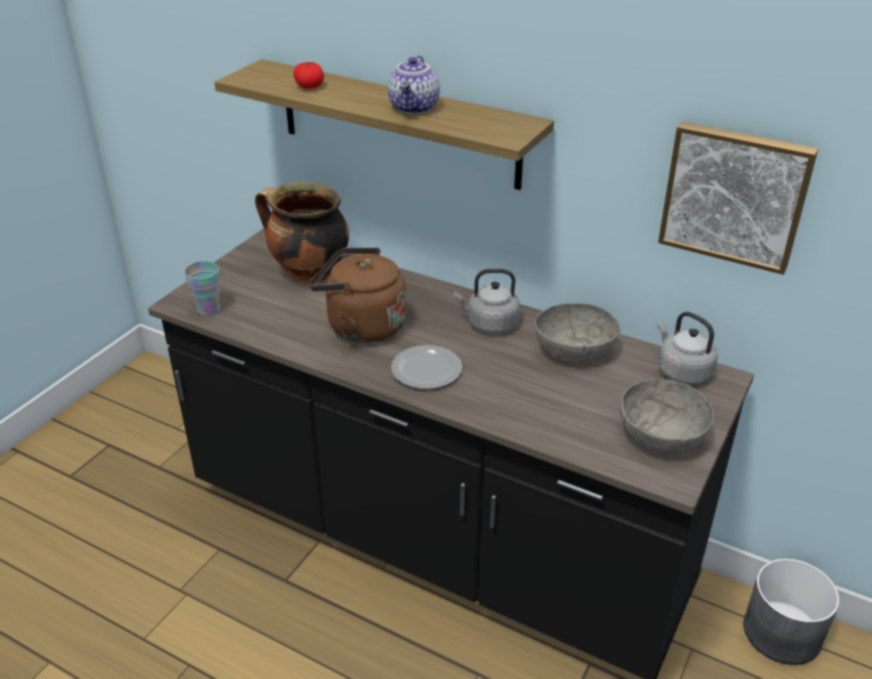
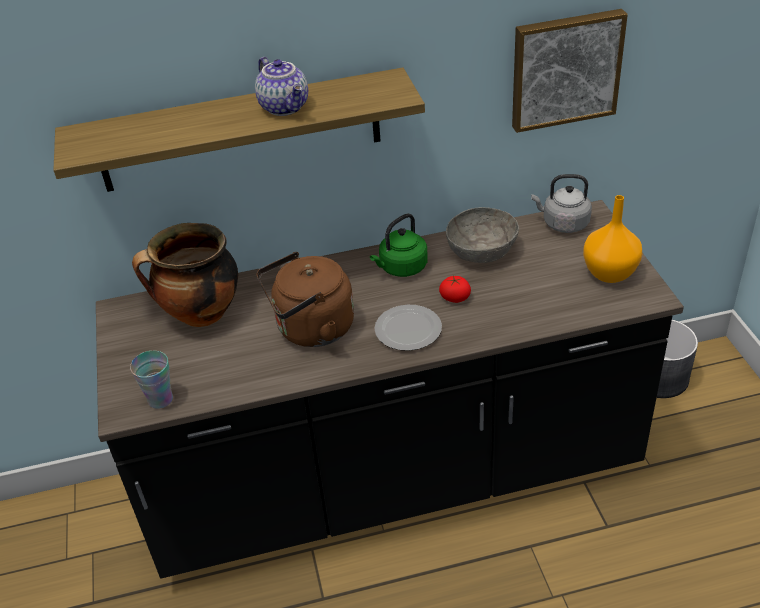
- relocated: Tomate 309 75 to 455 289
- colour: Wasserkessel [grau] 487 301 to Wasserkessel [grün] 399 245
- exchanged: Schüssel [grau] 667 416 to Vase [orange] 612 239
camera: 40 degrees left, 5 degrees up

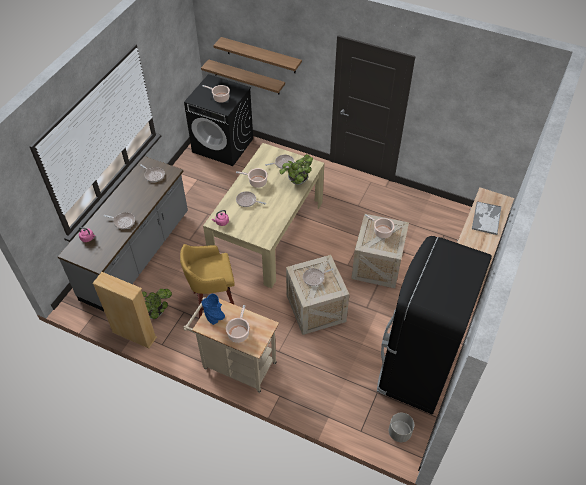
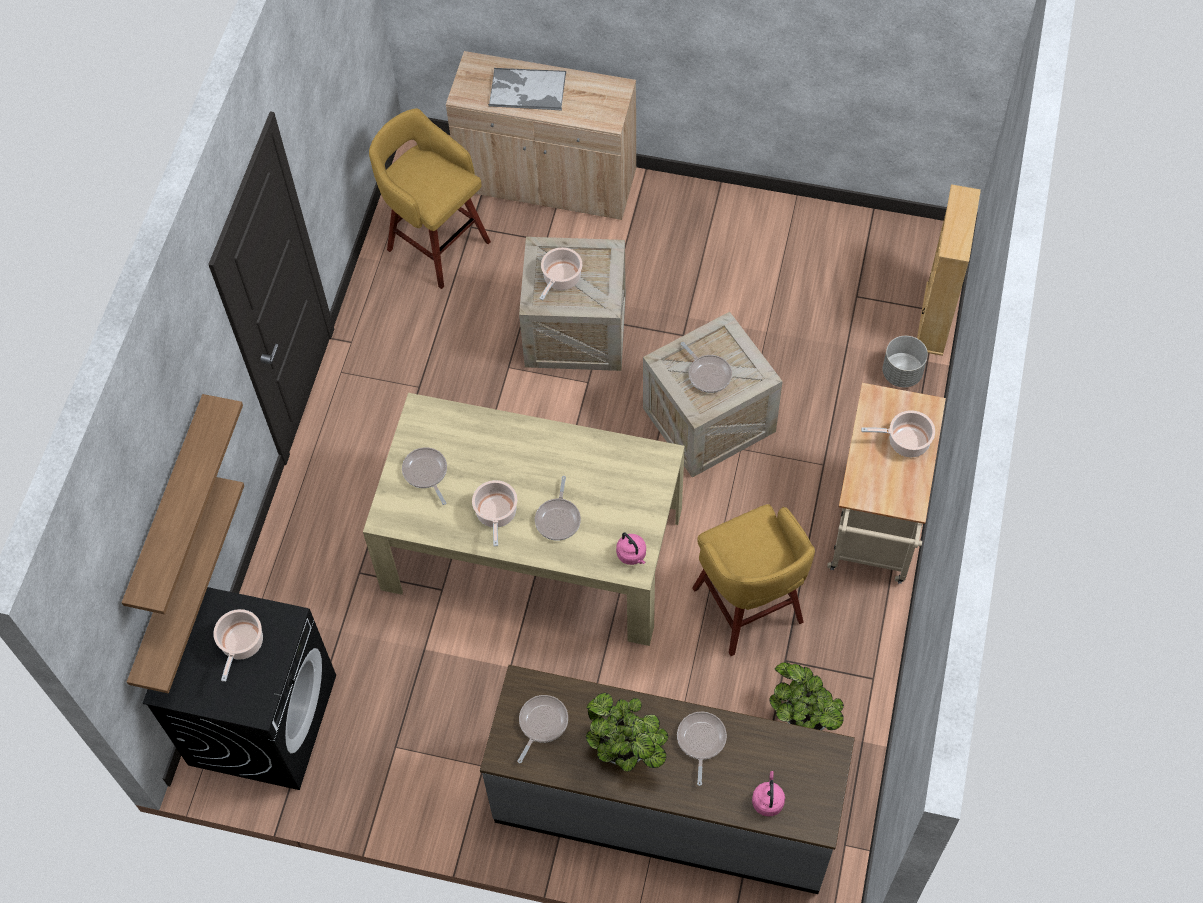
- relocated: Topfpflanze 296 169 to 627 732
- missing: Kühlschrank [schwarz] 434 325
- relocated: Bücherregal [beige] 124 310 to 949 270
- missing: Vase [blau] 213 309
- relocated: Pflanzkübel [grau] 401 427 to 905 361
- appeared: Hocker [gelb] 430 198
camera: 100 degrees left, 10 degrees up

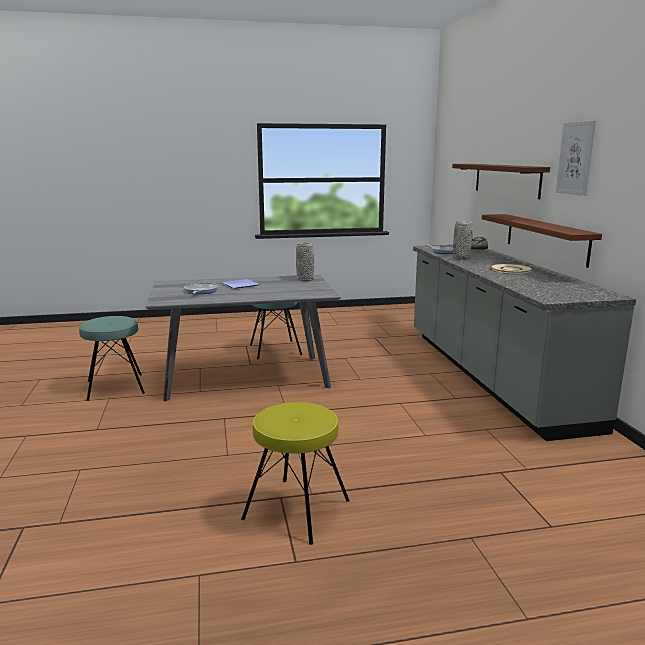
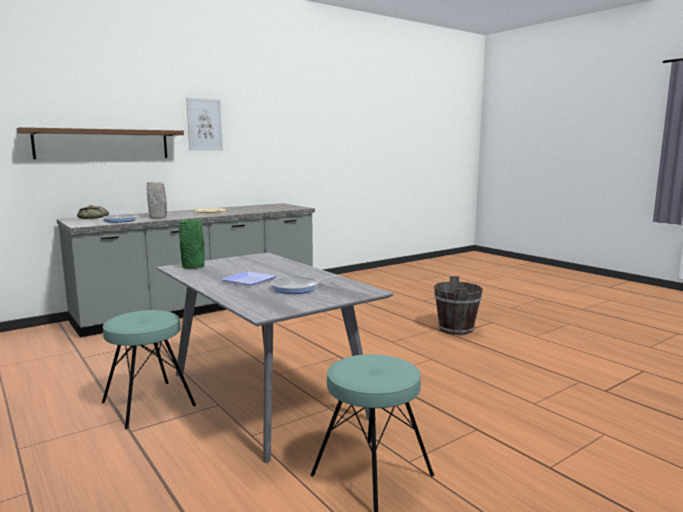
- missing: Wandregal [braun] 542 241
- colour: Vase [grau] 305 261 to Vase [grün] 192 244
- exchanged: Hocker [gelb] 295 473 to Eimer [braun] 458 305
camera: 115 degrees left, 5 degrees down

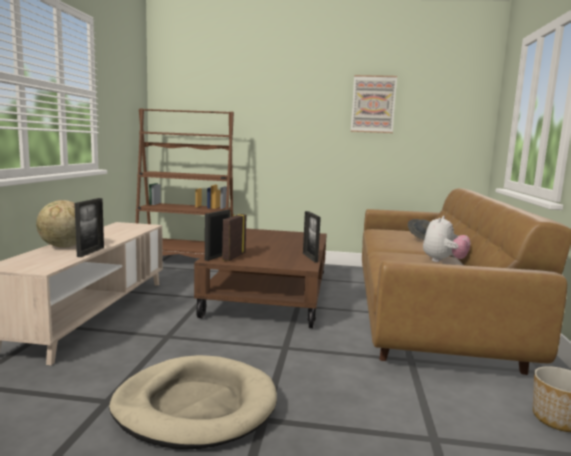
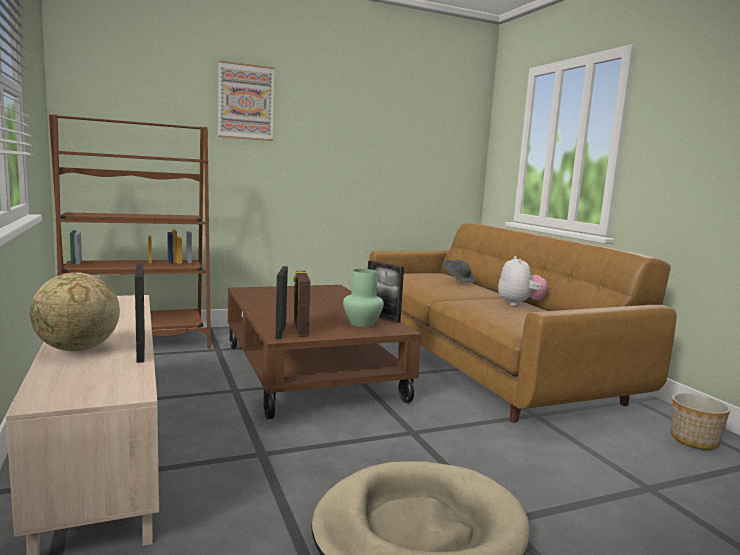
- relocated: Bild 374 104 to 246 100
- appeared: Vase [grün] 363 298
camera: 30 degrees left, 0 degrees up

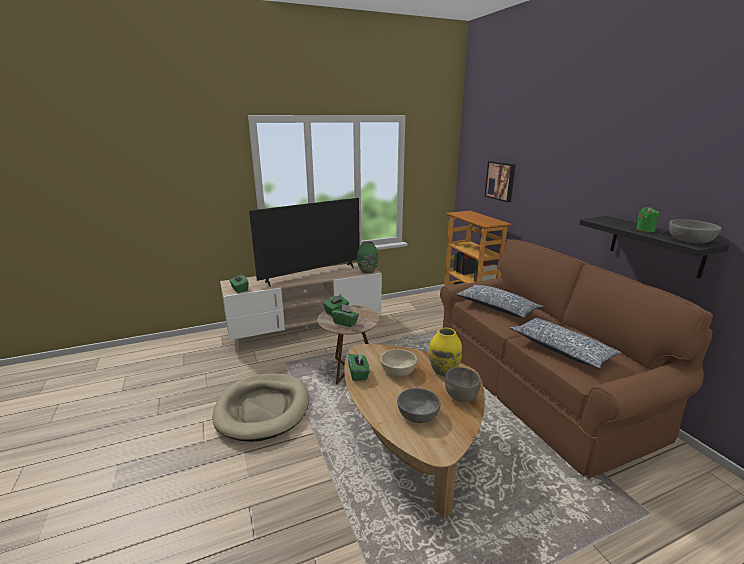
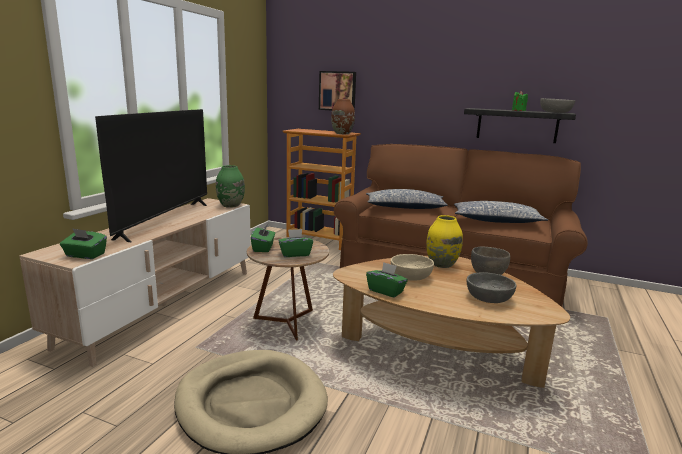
- appeared: Vase [braun] 343 116
camera: 45 degrees left, 5 degrees down

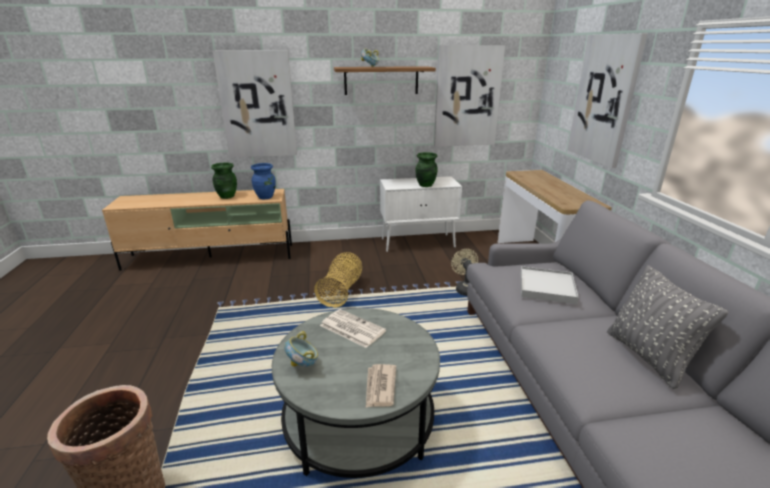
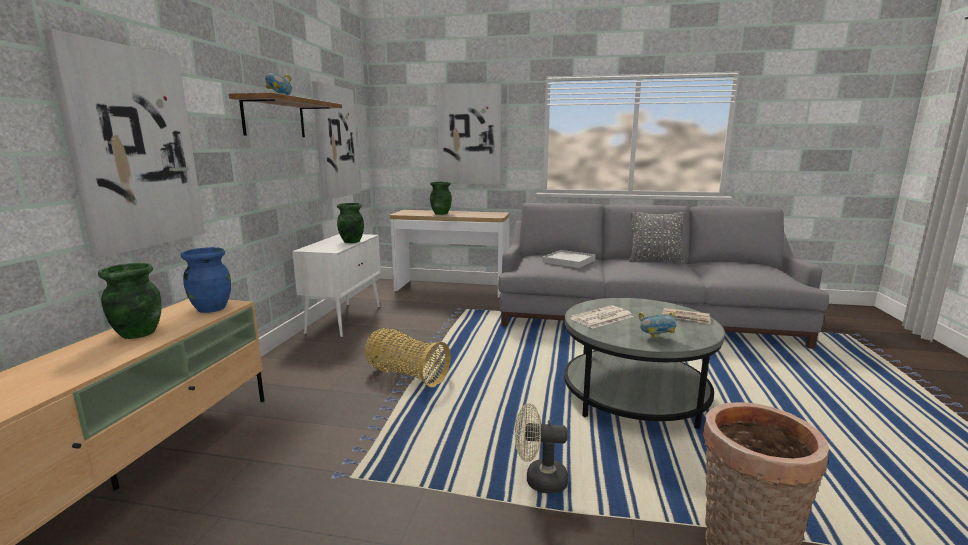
- relocated: Ventilator [beige] 464 272 to 541 448
- appeared: Vase [grün] 441 198
camera: 70 degrees left, 10 degrees down

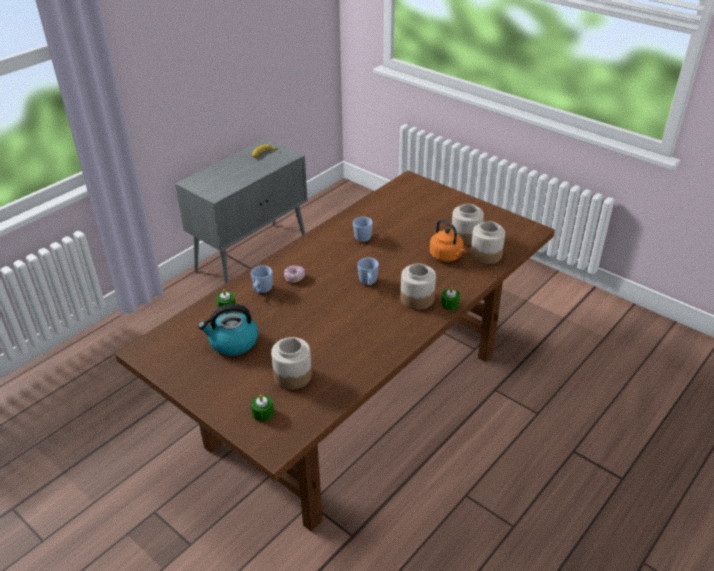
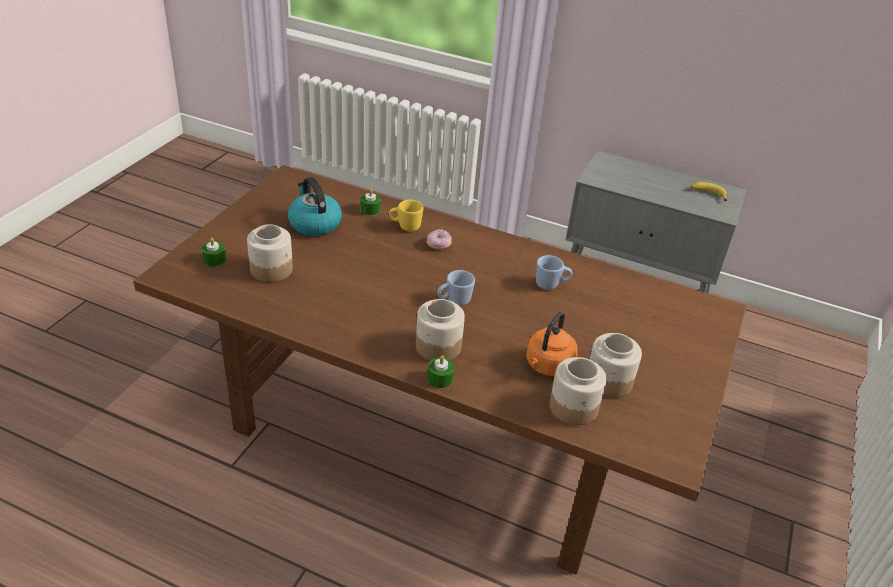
- colour: Henkelbecher [blau] 262 279 to Henkelbecher [gelb] 406 215
camera: 70 degrees right, 0 degrees up

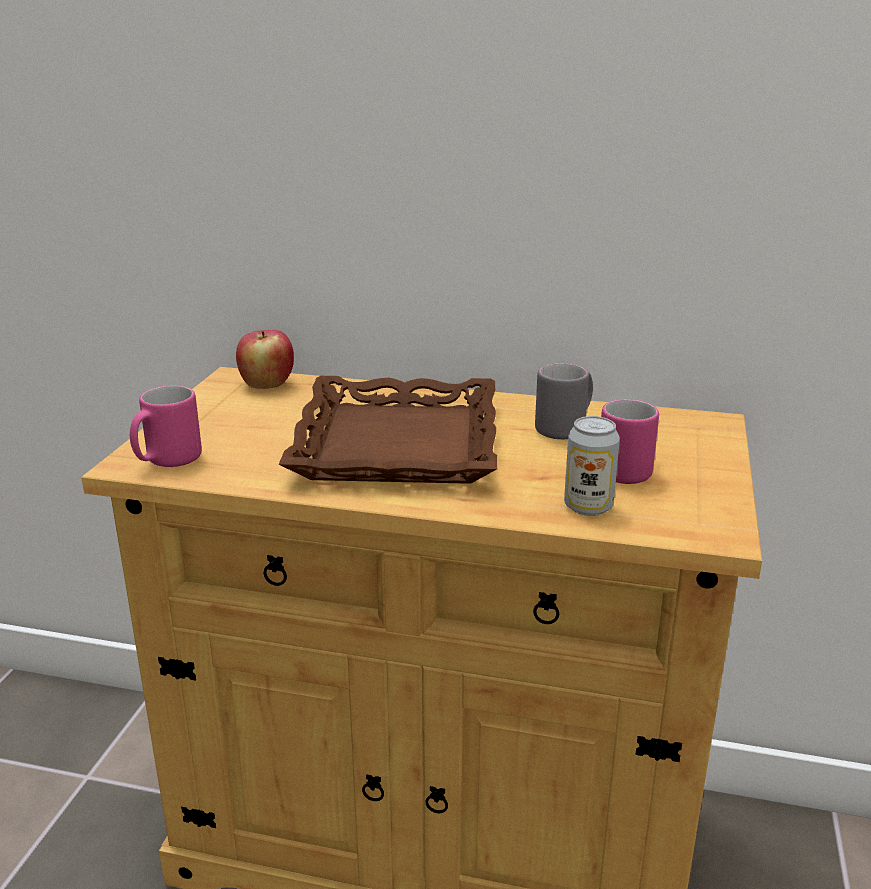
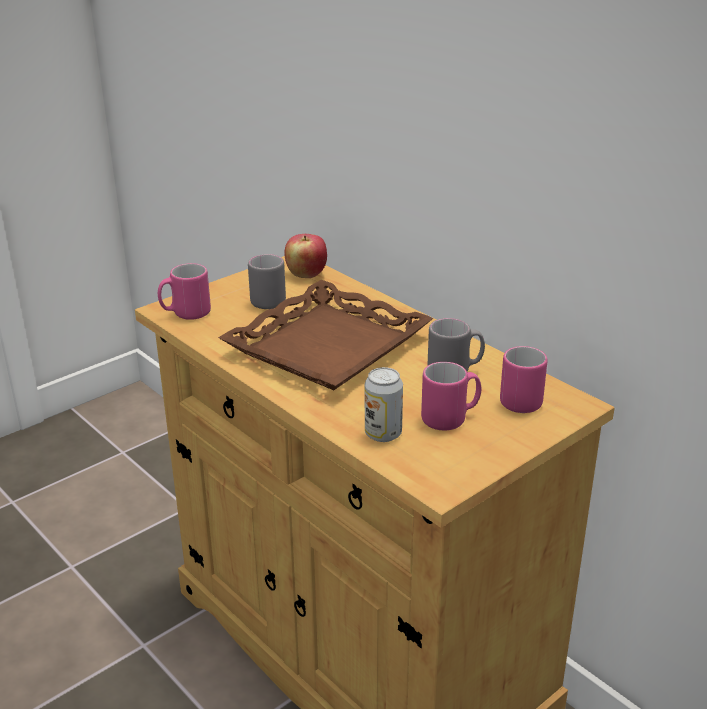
- appeared: Henkelbecher [grau] 267 281
- appeared: Henkelbecher [rosa] 523 379
camera: 35 degrees right, 5 degrees up

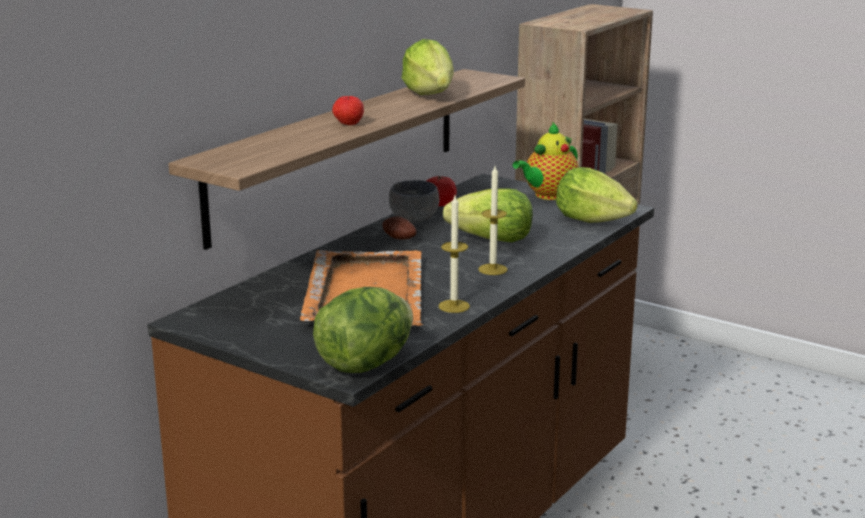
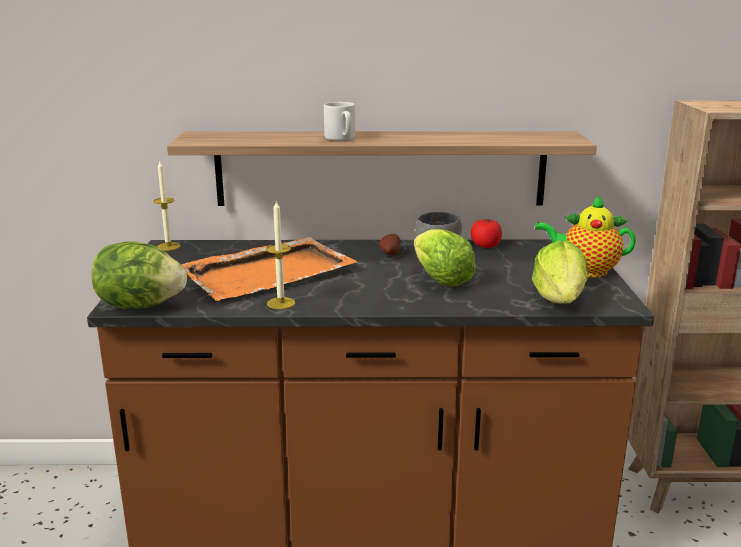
- missing: Salatkopf 427 67
- exchanged: Apfel 348 110 to Henkelbecher [grau] 339 121
- relocated: Kerze 493 220 to 167 206
camera: 55 degrees right, 0 degrees up

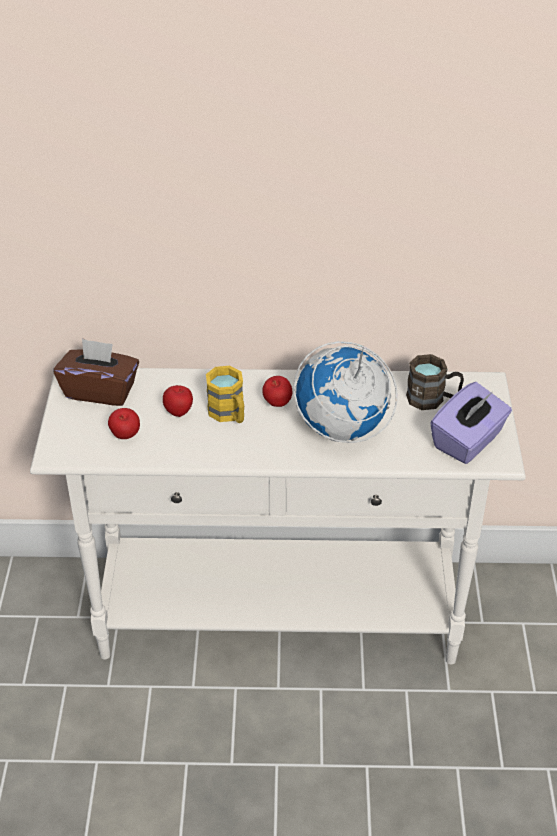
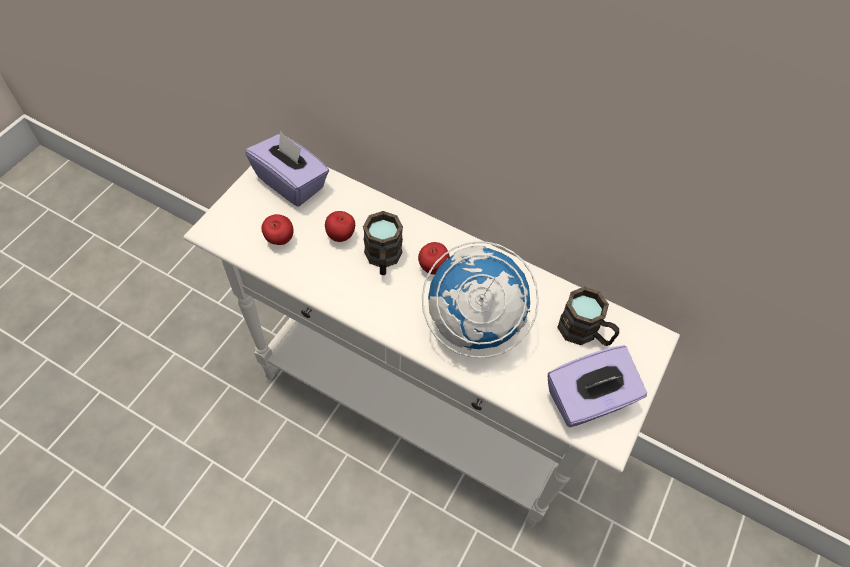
- colour: Taschentuchbox [braun] 96 372 to Taschentuchbox [lila] 287 169
- colour: Henkelbecher [gelb] 225 394 to Henkelbecher [braun] 383 243
camera: 25 degrees right, 15 degrees up

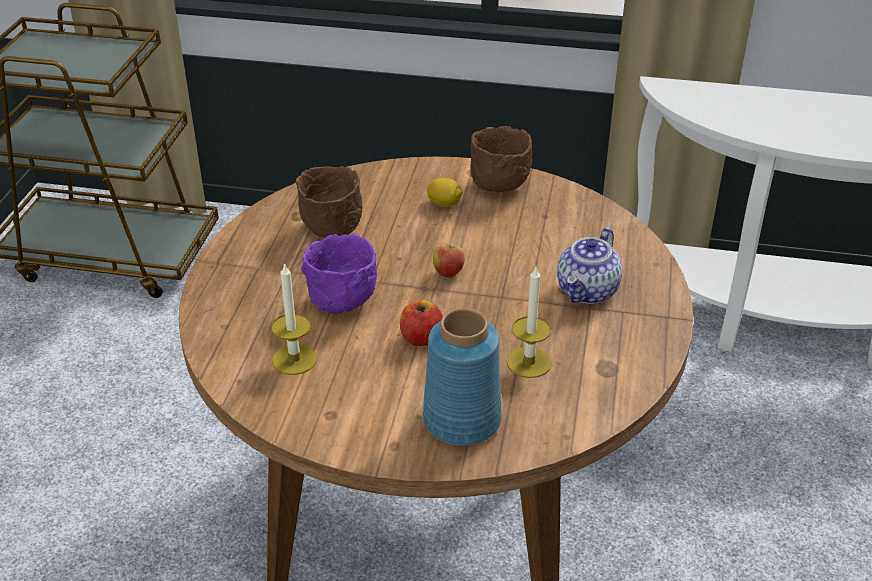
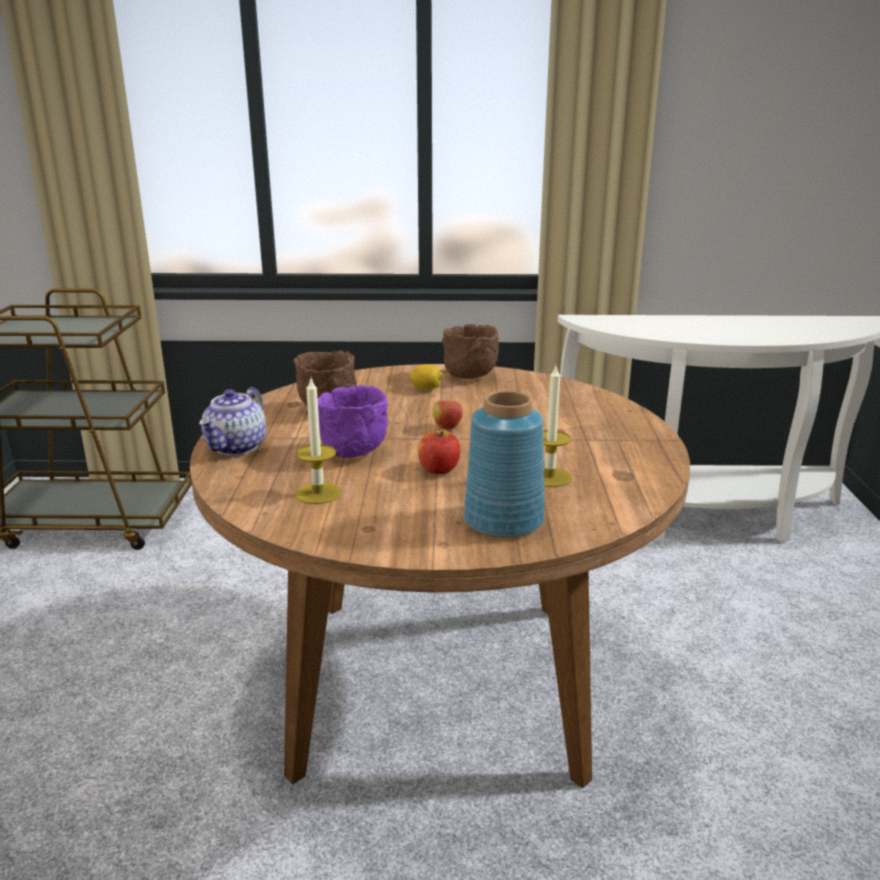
- relocated: Teekanne 590 266 to 232 421
camera: 10 degrees left, 15 degrees down

